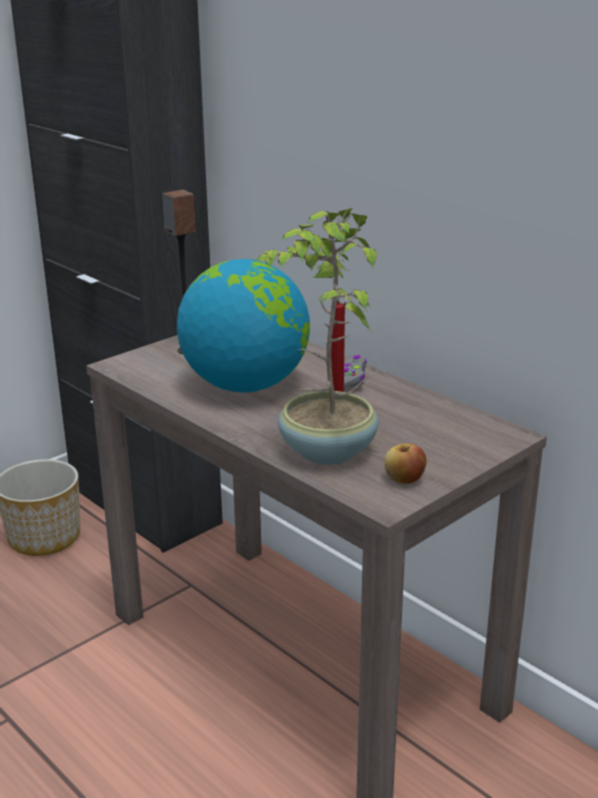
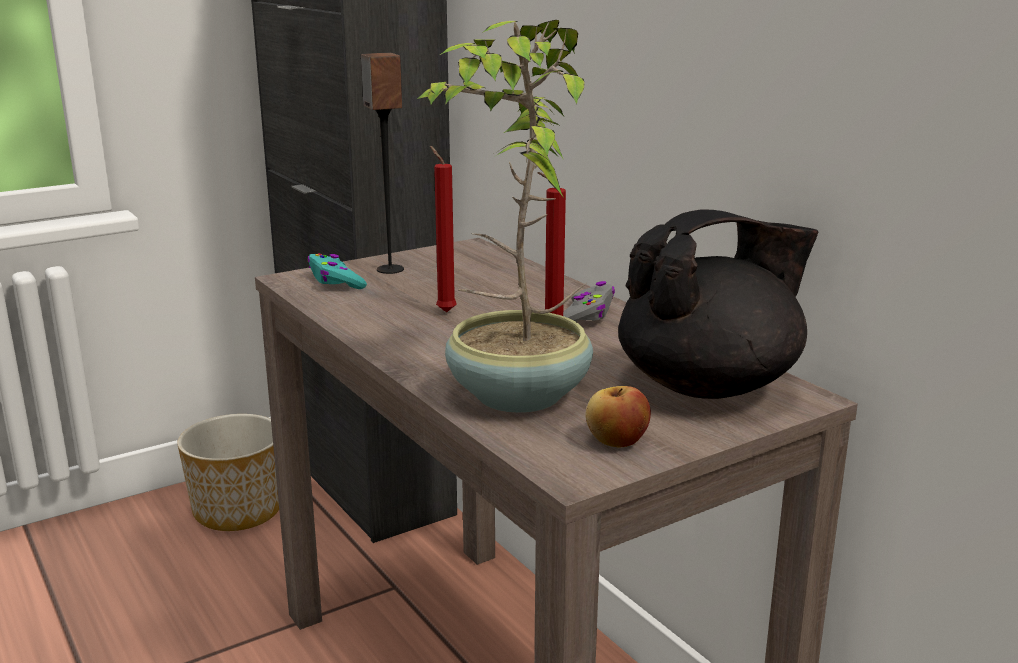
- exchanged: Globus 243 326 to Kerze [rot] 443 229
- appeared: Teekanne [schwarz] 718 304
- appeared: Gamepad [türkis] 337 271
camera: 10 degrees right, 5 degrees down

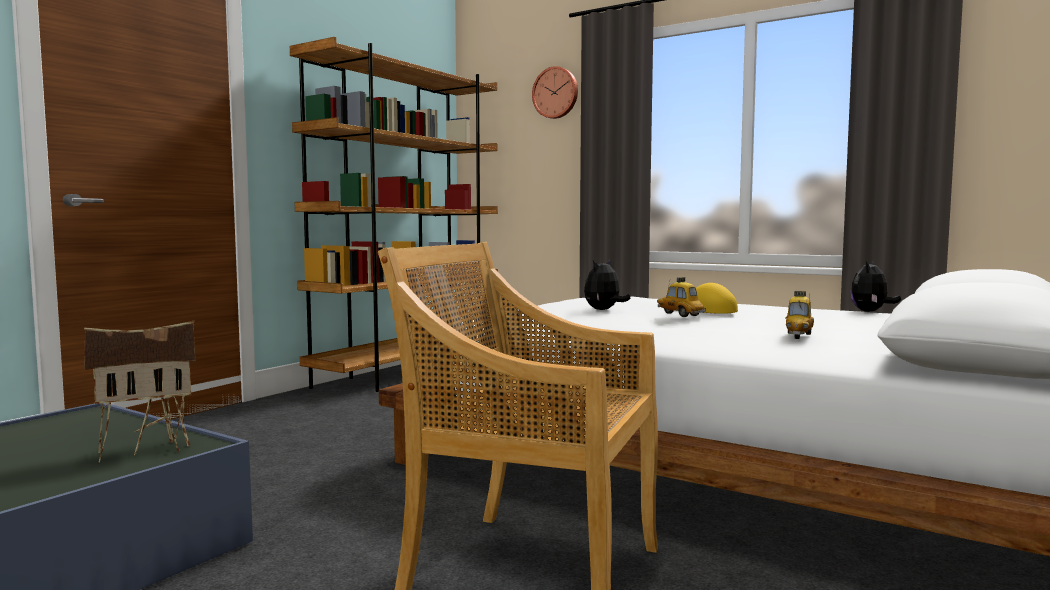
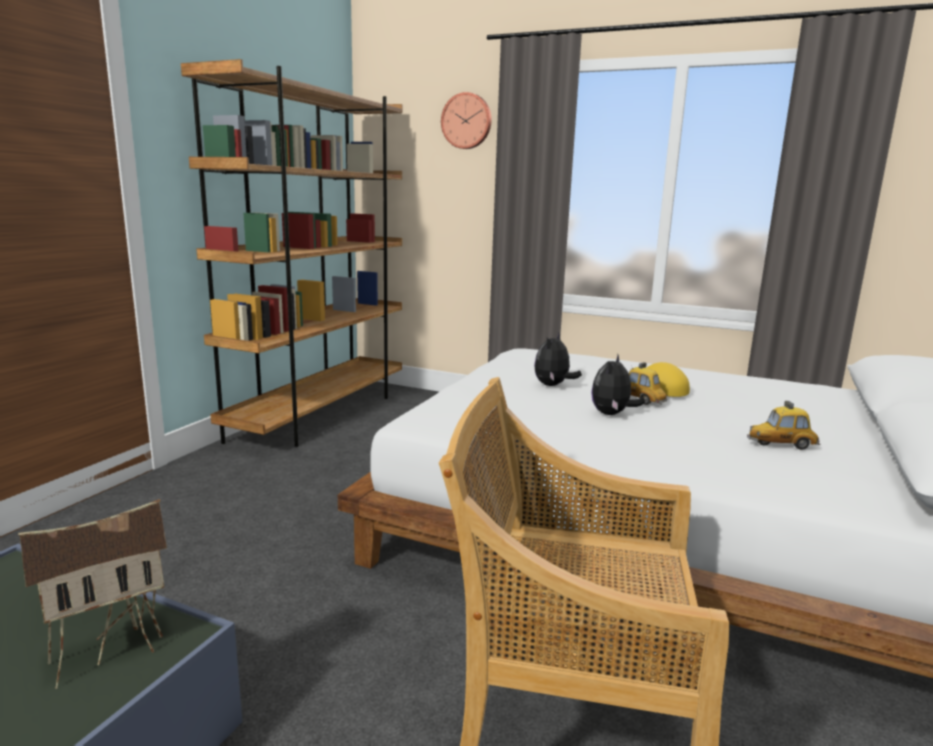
- relocated: Plüschtier 876 286 to 618 385
- spun: Spielzeugauto 799 315 = 784 425 75 degrees clockwise
camera: 10 degrees left, 10 degrees up

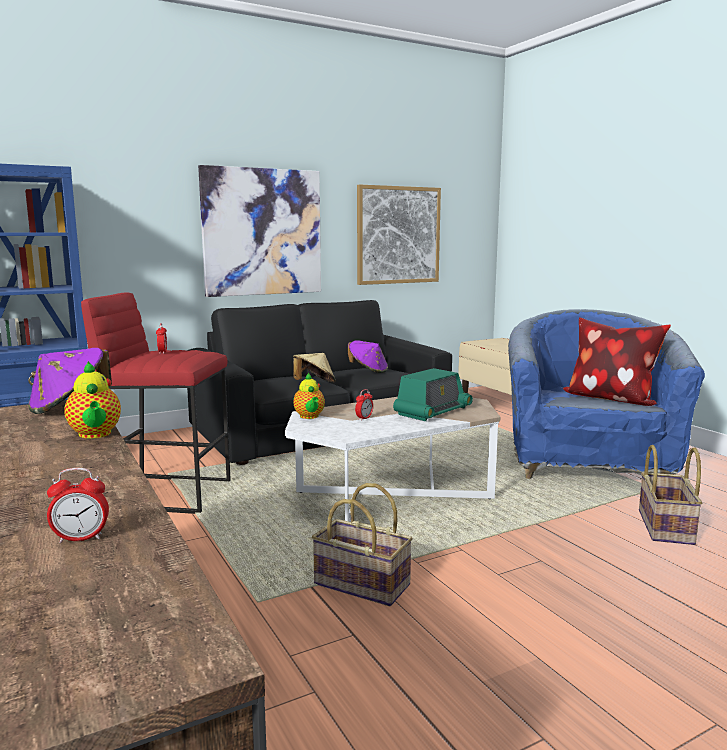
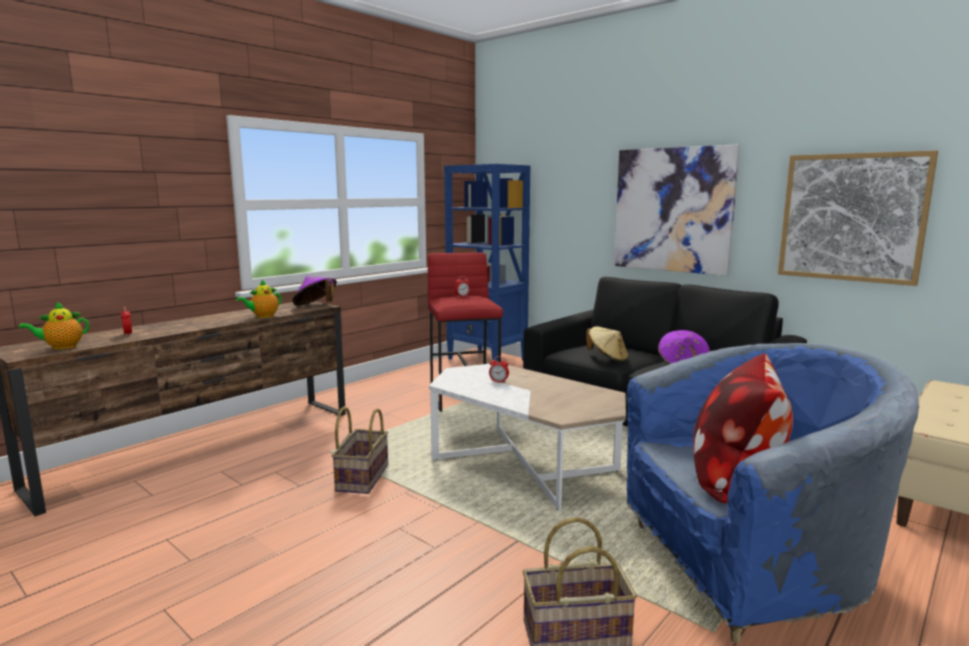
- missing: Radio 433 394
- relocated: Teekanne 309 396 to 54 325
camera: 70 degrees right, 0 degrees up

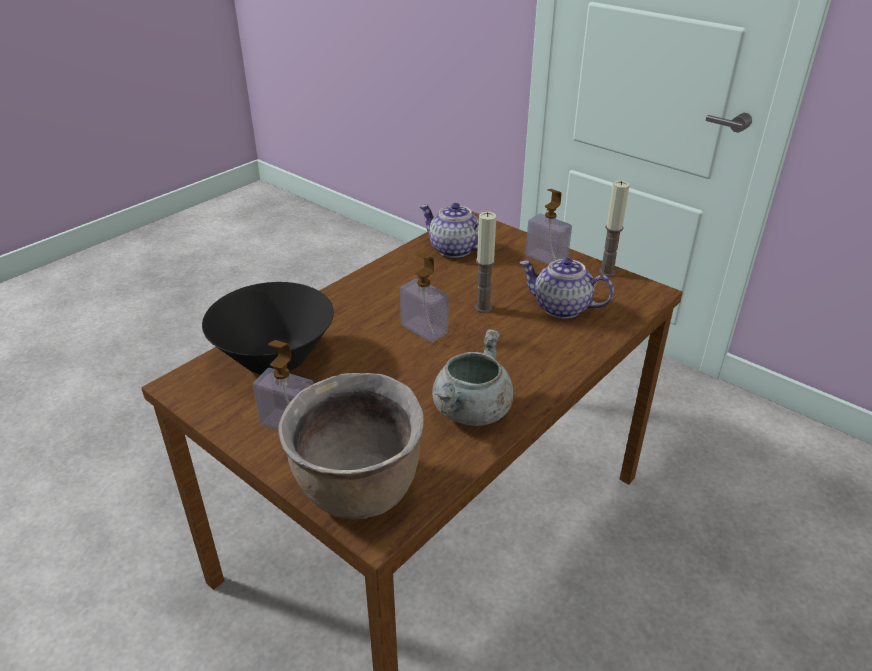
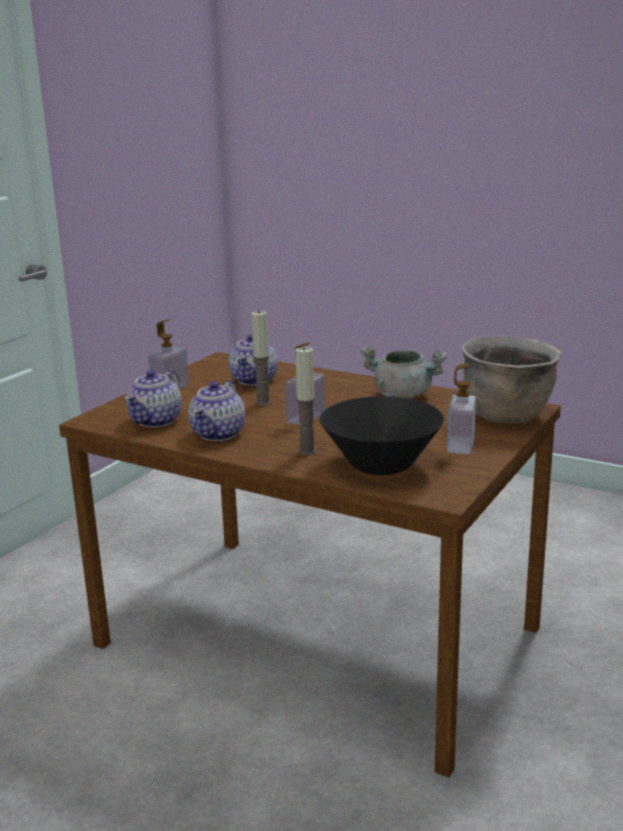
- relocated: Kerze 614 228 to 305 401
- appeared: Teekanne 216 410
camera: 100 degrees left, 15 degrees down

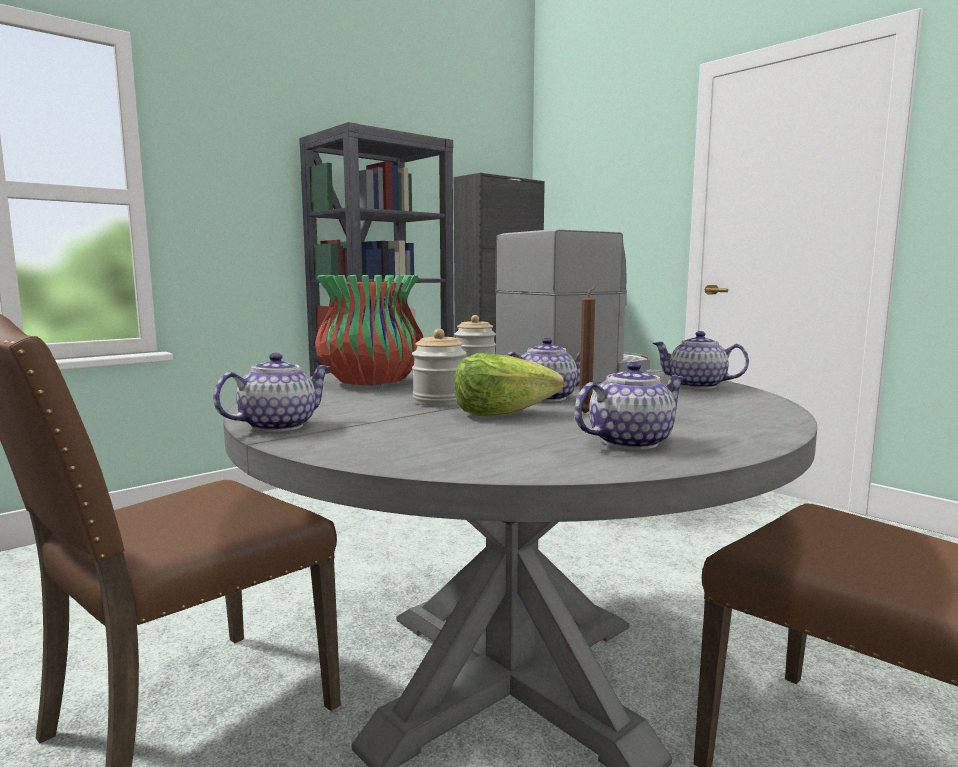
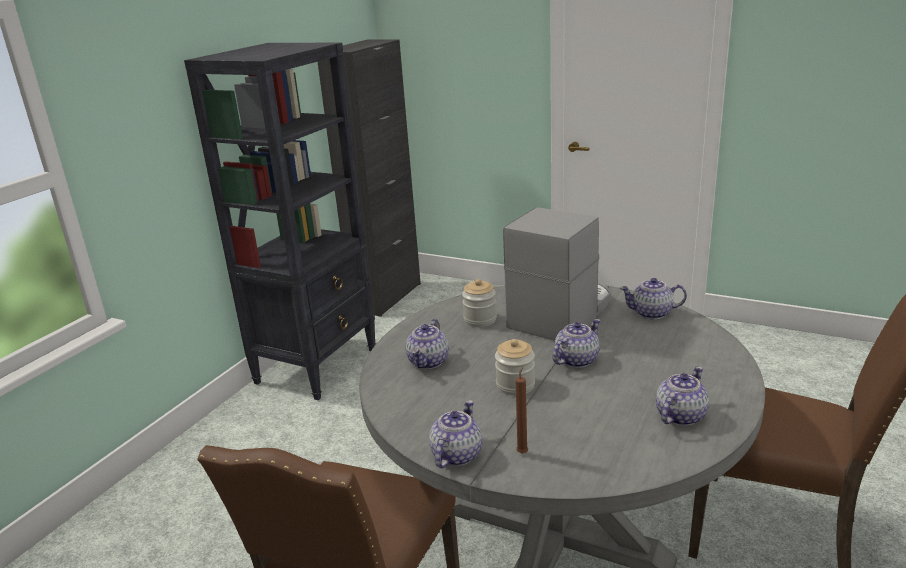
- exchanged: Vase 369 330 to Teekanne 427 344
- relocated: Kerze [braun] 587 349 to 522 409
- missing: Salatkopf 509 384
camera: 20 degrees left, 15 degrees up

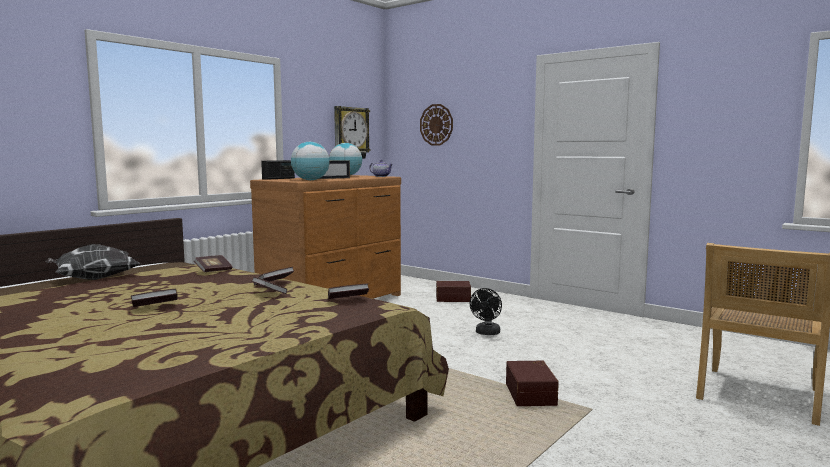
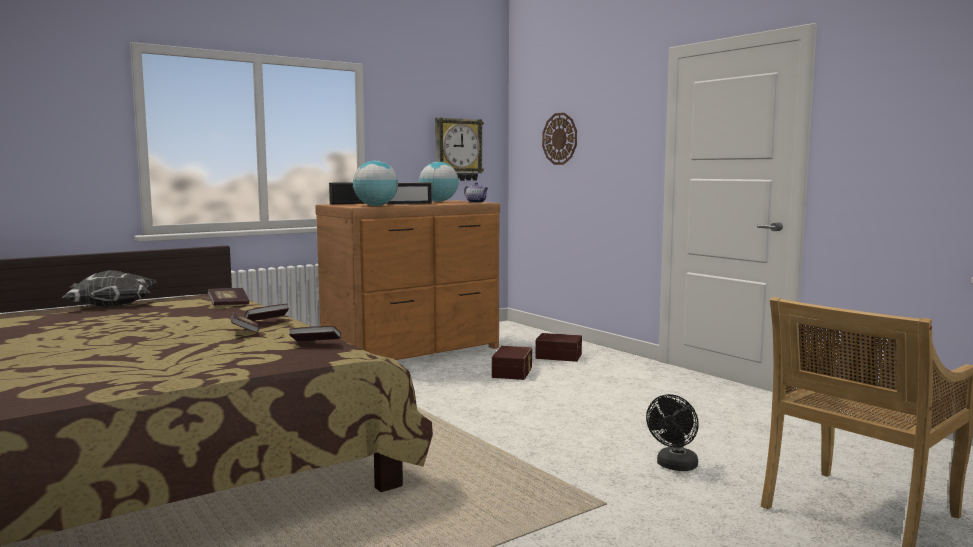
- relocated: Ventilator [schwarz] 486 311 to 672 432
- missing: Buch 154 298
- relocated: Aufbewahrungsbox [braun] 532 383 to 512 363
camera: 15 degrees right, 0 degrees up

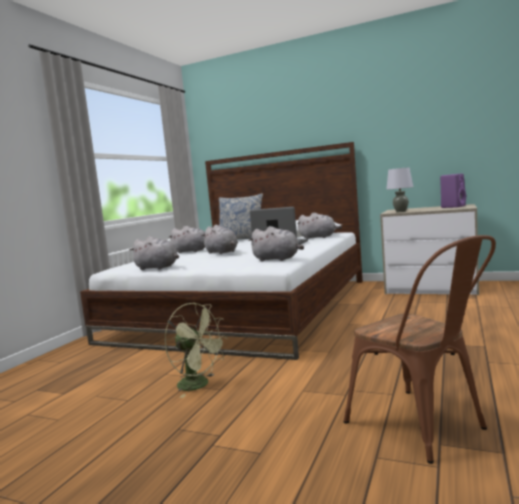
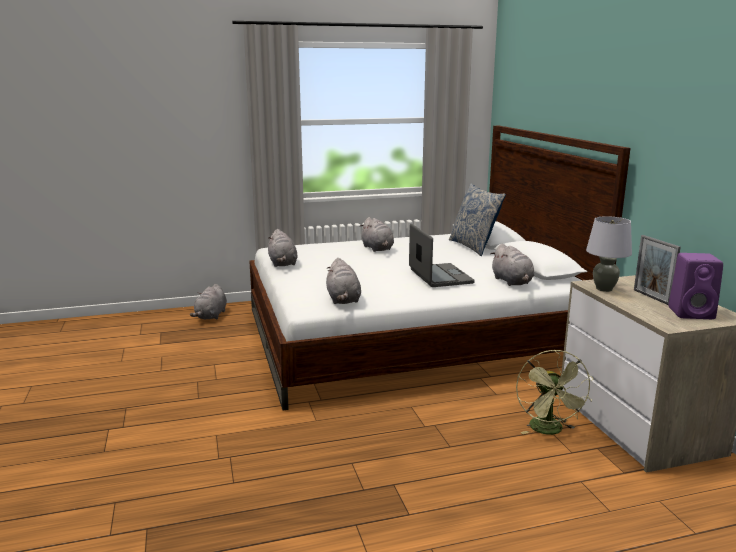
- relocated: Plüschtier [grau] 219 239 to 208 302
- missing: Stuhl [braun] 420 349
- relocated: Ventilator [grün] 196 350 to 555 392
- appeared: Bilderrahmen 657 270
camera: 50 degrees right, 10 degrees up

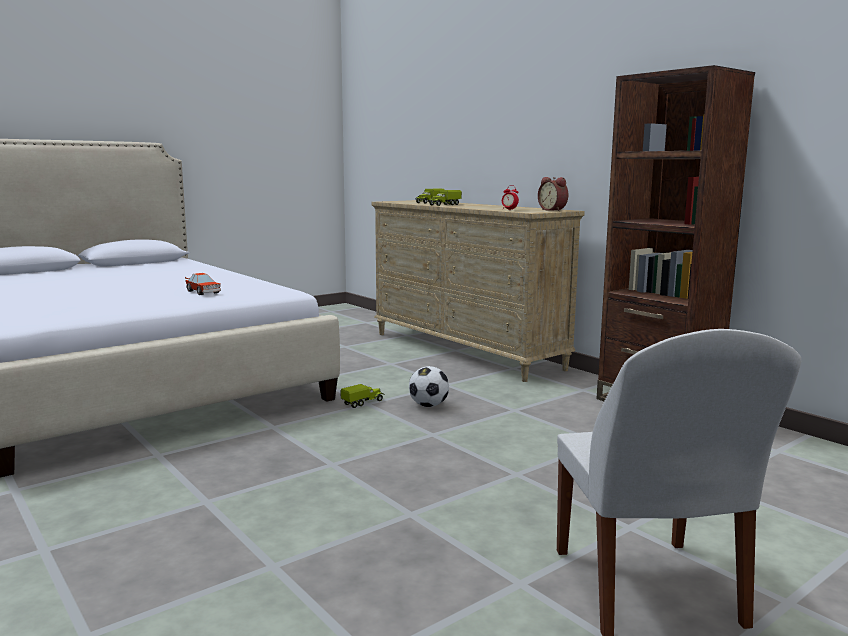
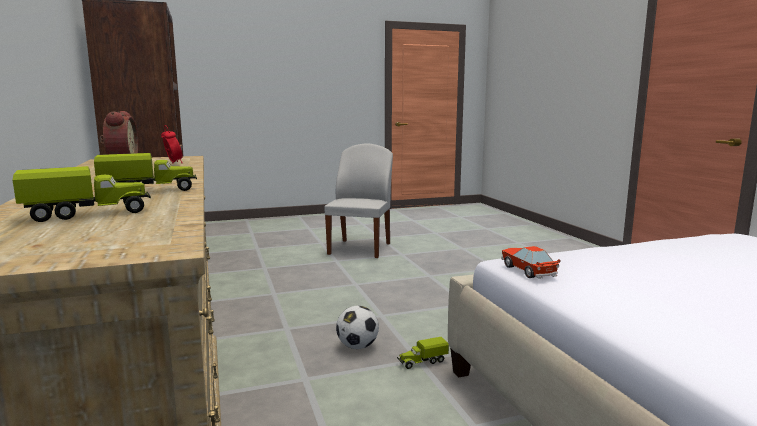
- relocated: Spielzeugauto 203 284 to 531 262
camera: 160 degrees left, 0 degrees up

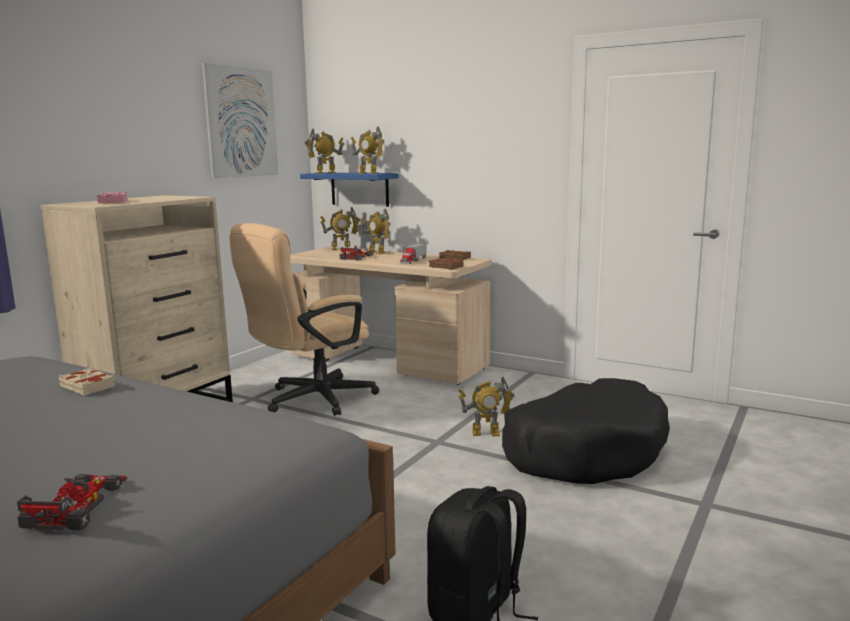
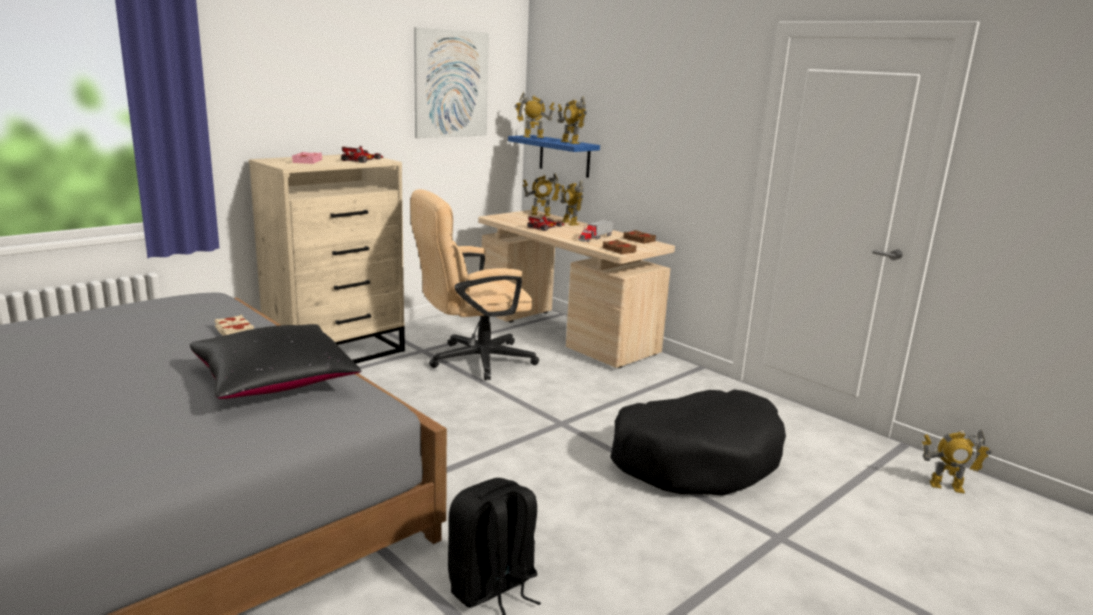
- relocated: Spielzeugroboter 486 406 to 956 461
- relocated: Spielzeugauto 72 502 to 362 154
- appeared: Kissen [schwarz] 276 361
camera: 15 degrees right, 5 degrees up

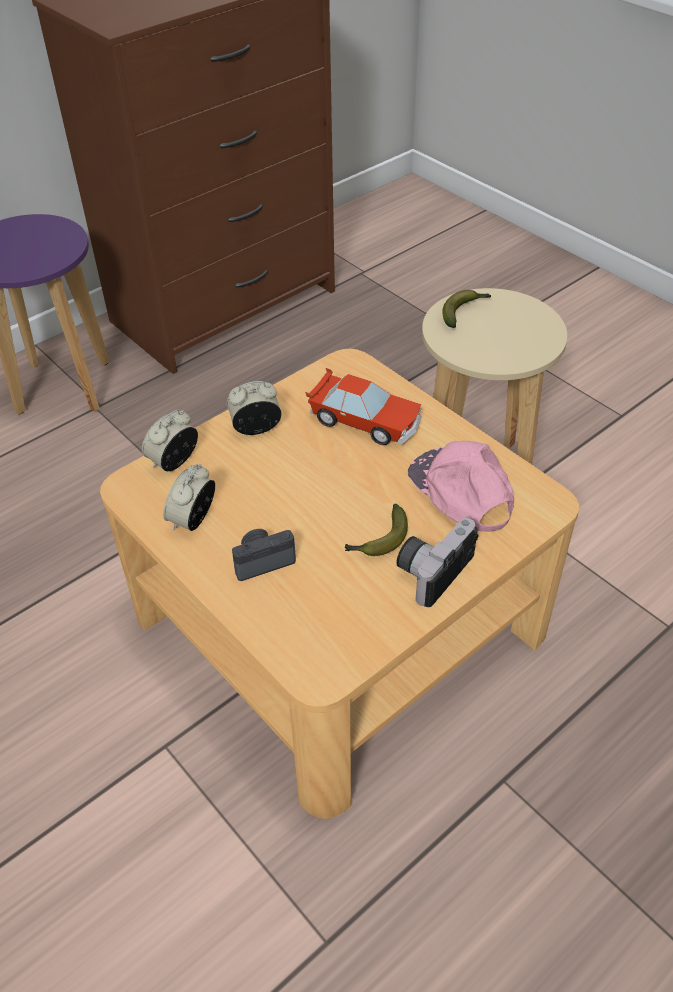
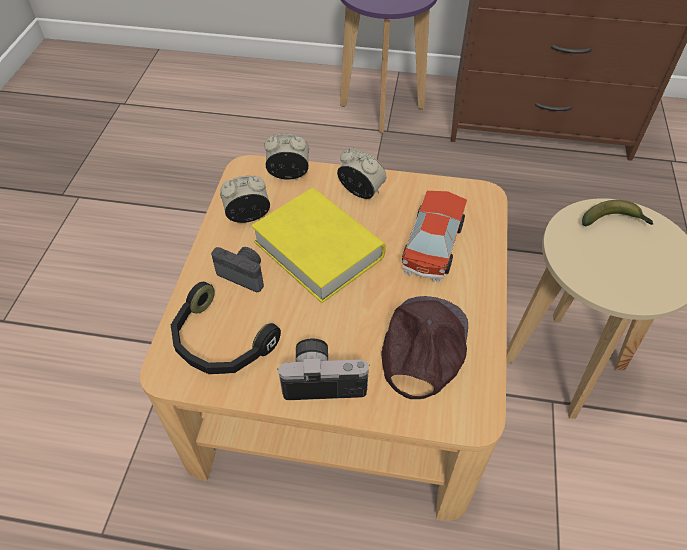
- spun: Spielzeugauto 363 406 = 434 236 150 degrees counterclockwise
- colour: Kappe [rosa] 461 486 to Kappe [braun] 424 347
- missing: Banane 376 530
- appeared: Buch [gelb] 318 245
- appeared: Kopfhörer [schwarz] 226 328
camera: 50 degrees right, 5 degrees up

